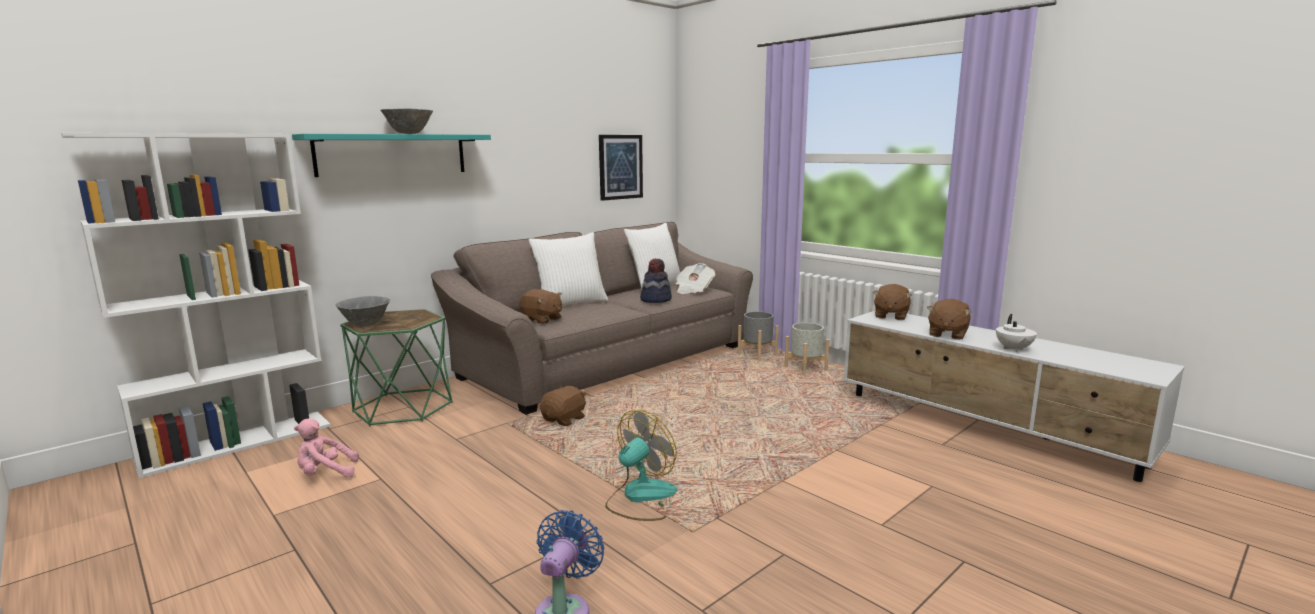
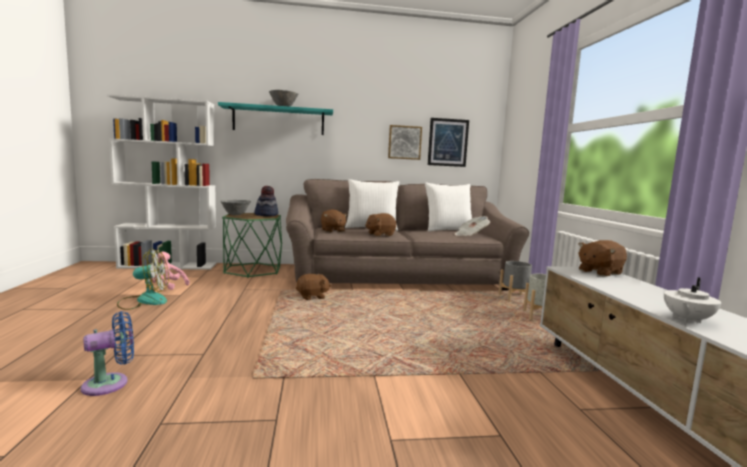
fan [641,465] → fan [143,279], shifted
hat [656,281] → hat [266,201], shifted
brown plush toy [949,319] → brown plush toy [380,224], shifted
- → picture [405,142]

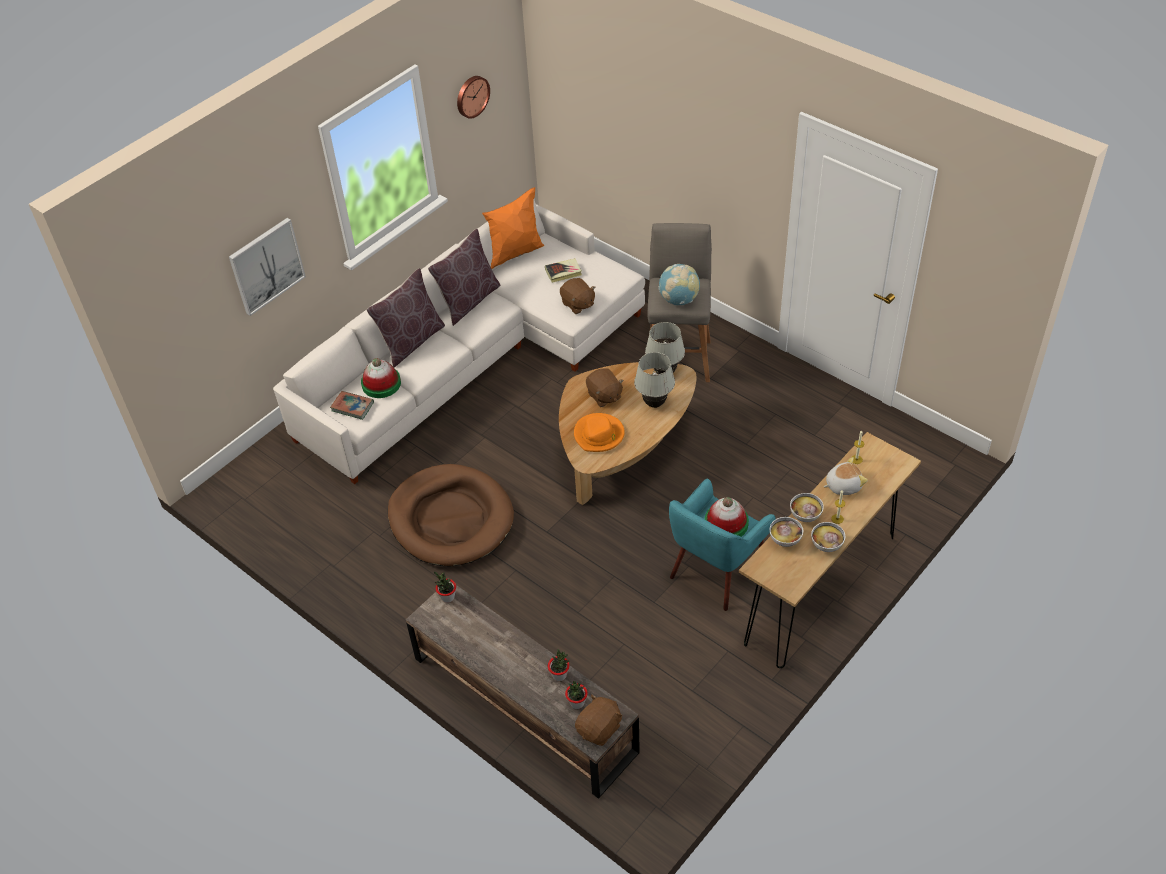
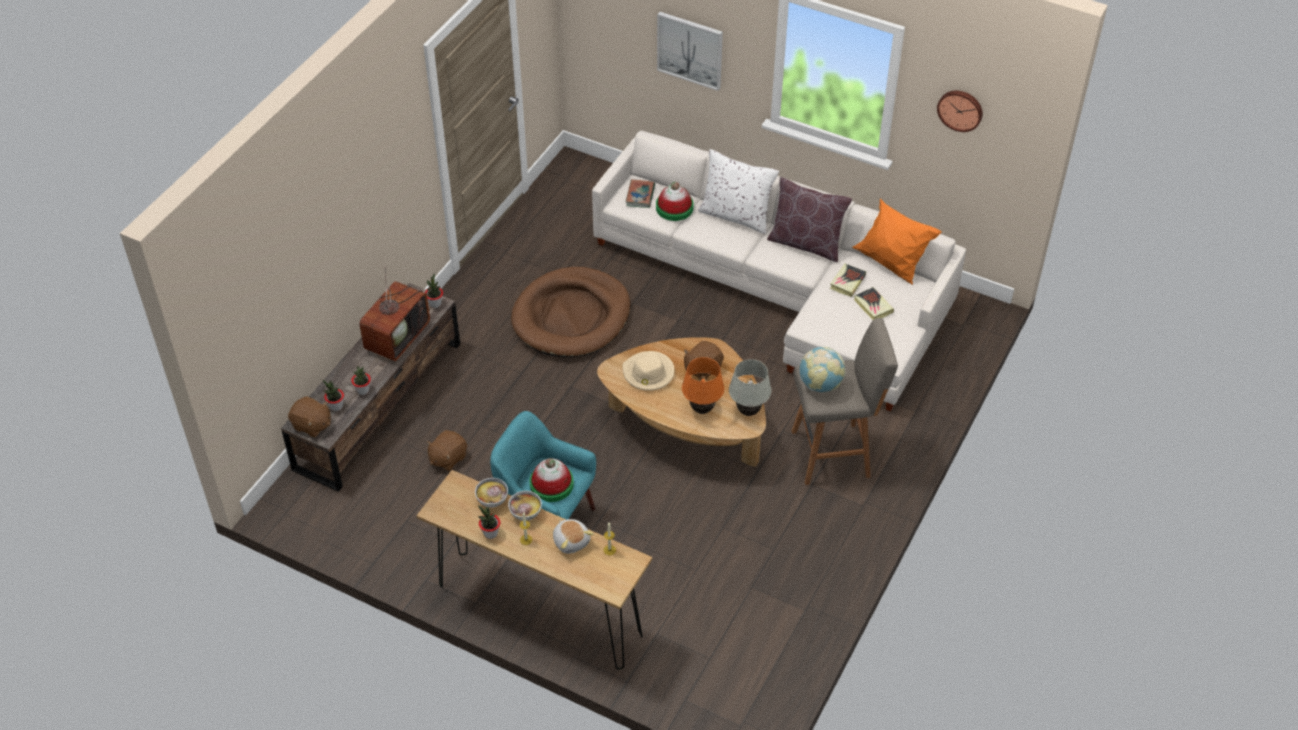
brown pillow [406,317] → white pillow [738,191]
brown plush toy [577,296] → brown plush toy [446,450], shifted
orange hat [599,432] → beige hat [649,371]
white table lamp [654,380] → orange table lamp [703,385]
bowl [828,537] → potted plant [489,522]
- → television [394,316]
- → book [848,280]

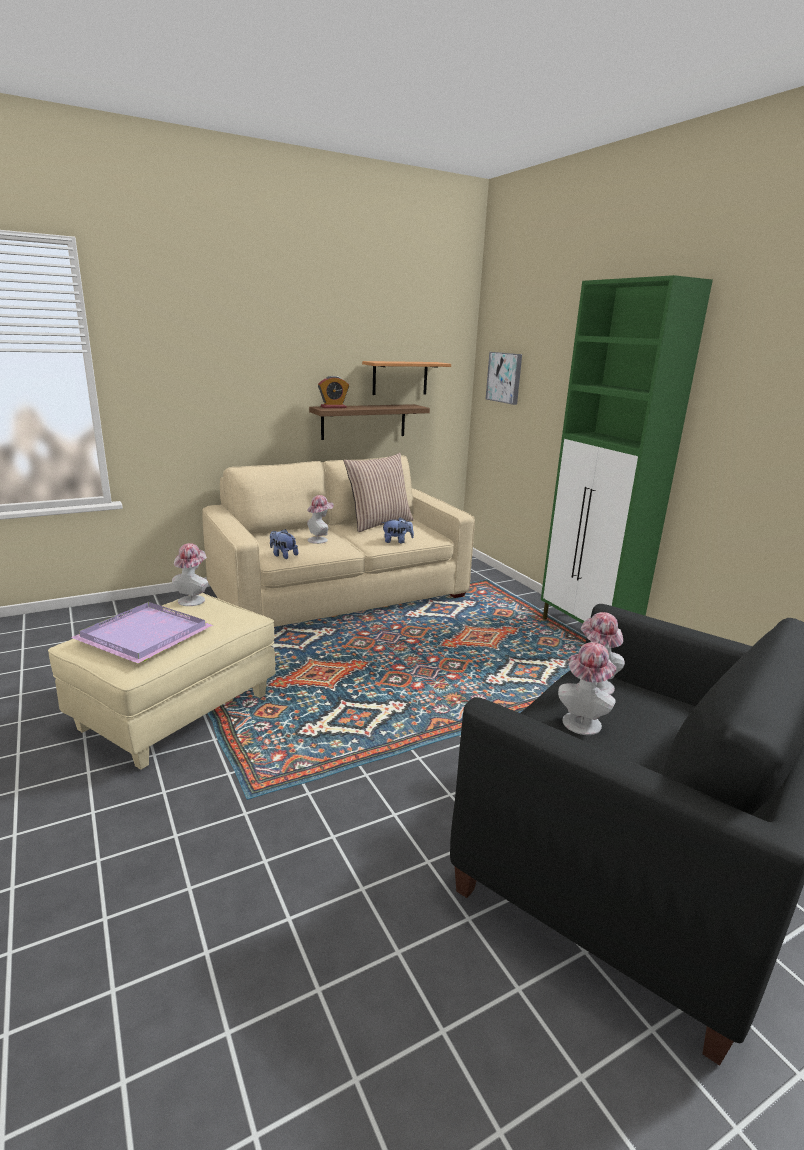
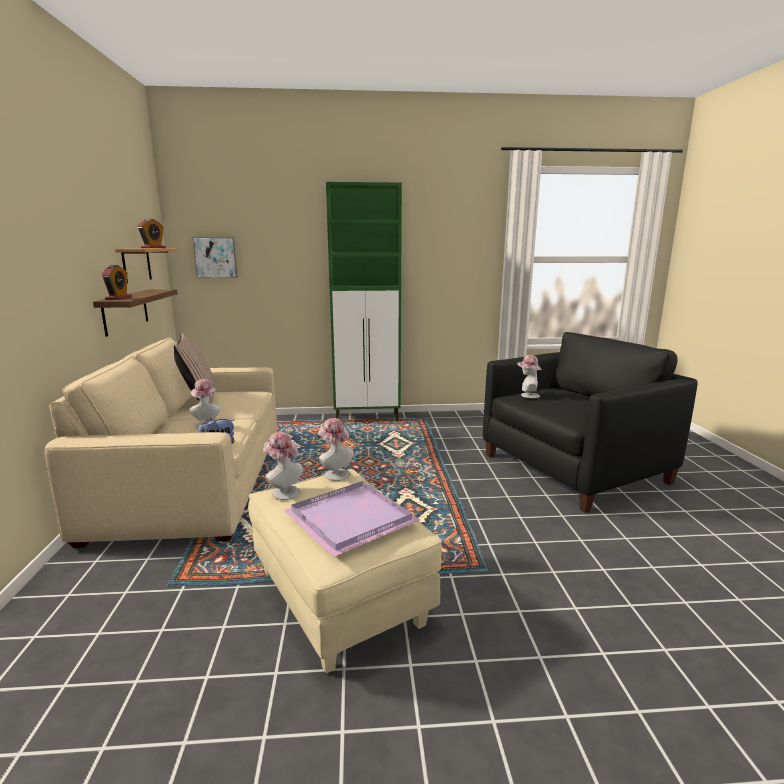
plush toy [397,530] → -
hat [587,688] → hat [336,449], shifted
- → alarm clock [151,233]

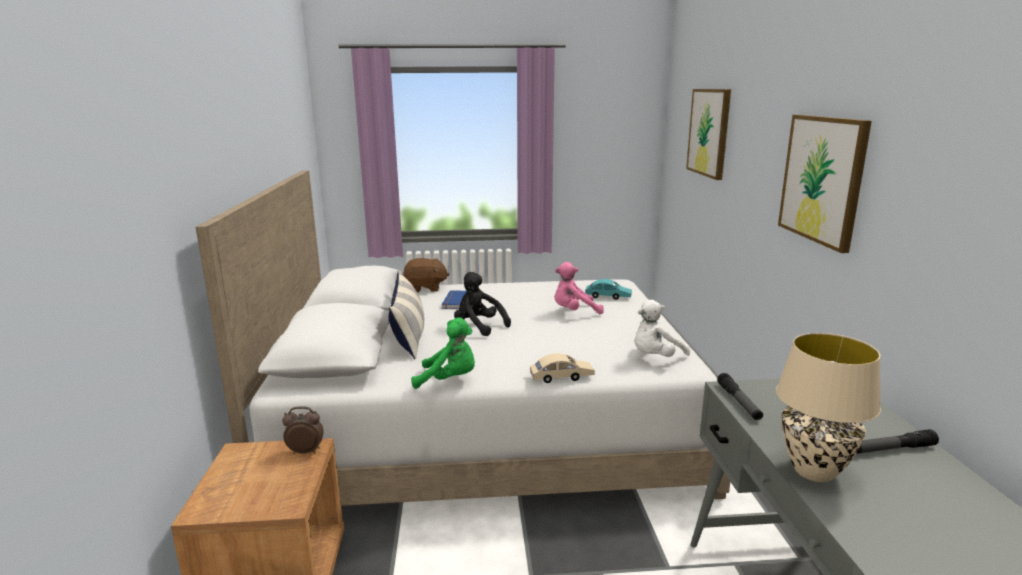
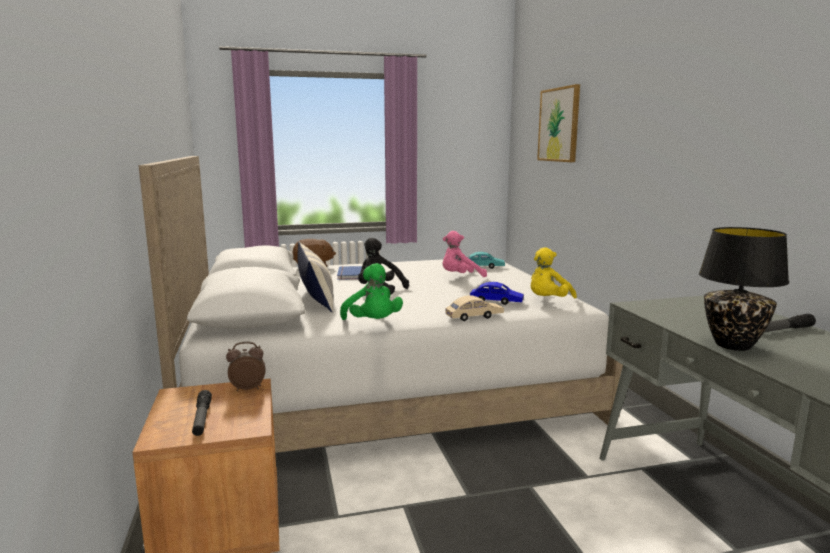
green plush toy [443,353] → green plush toy [371,291], 60 degrees clockwise
white plush toy [662,328] → yellow plush toy [554,272]
flashlight [740,396] → flashlight [202,413], shifted
beige table lamp [828,407] → black table lamp [744,289]
picture [825,184] → -
- → blue toy car [497,293]

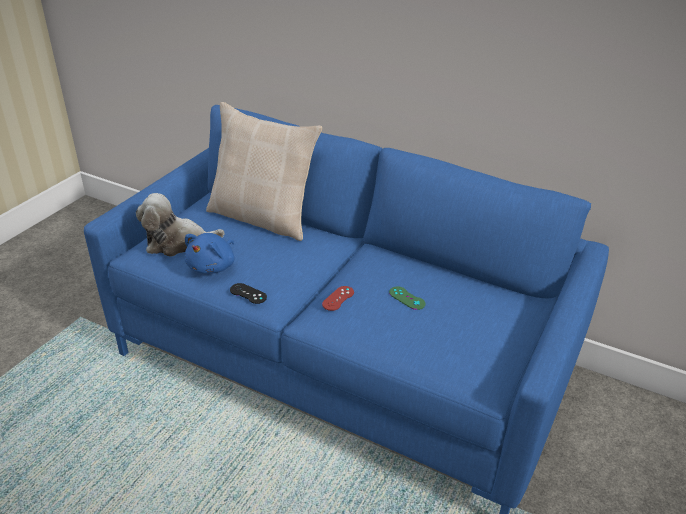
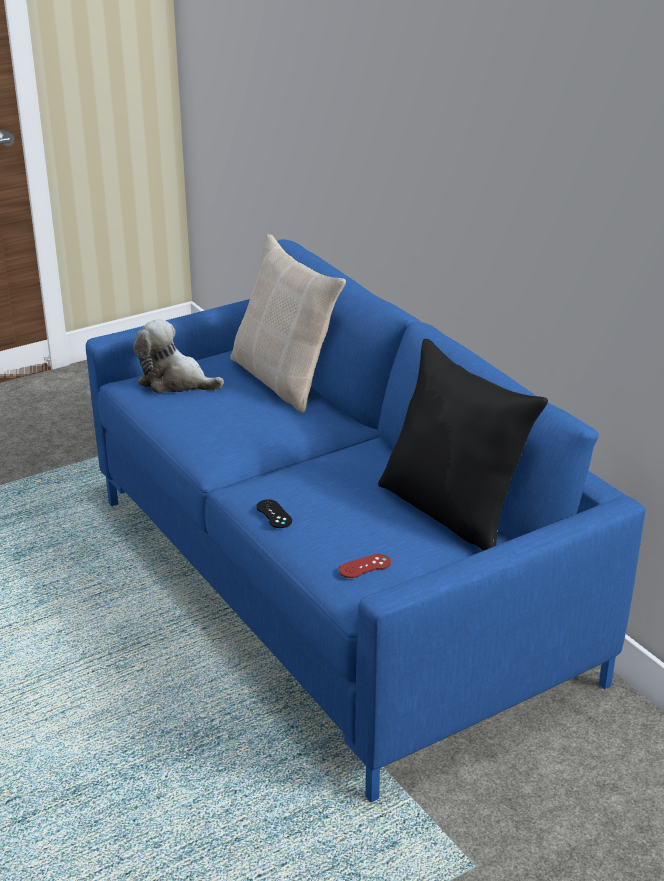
blue plush toy [209,253] → -
black game controller [248,293] → black game controller [274,514], shifted
red game controller [338,298] → red game controller [365,566], shifted
green game controller [407,298] → -
- → black pillow [463,445]

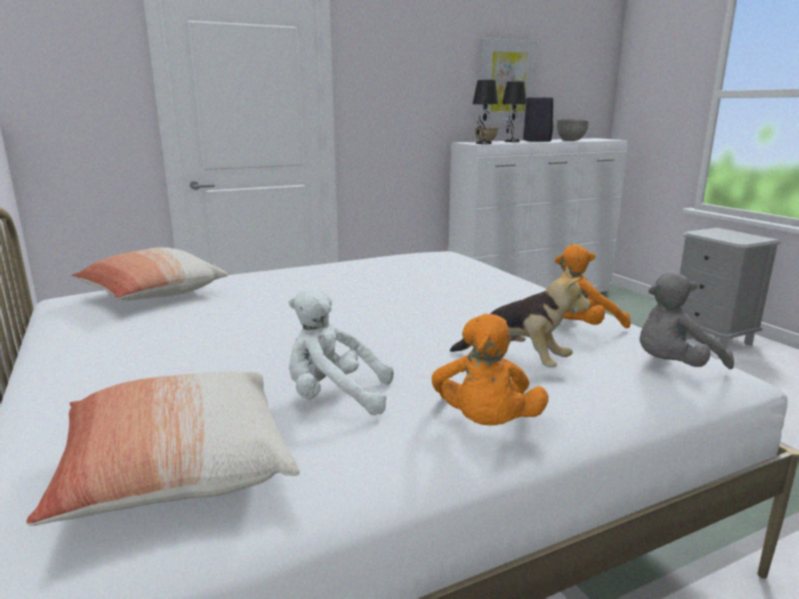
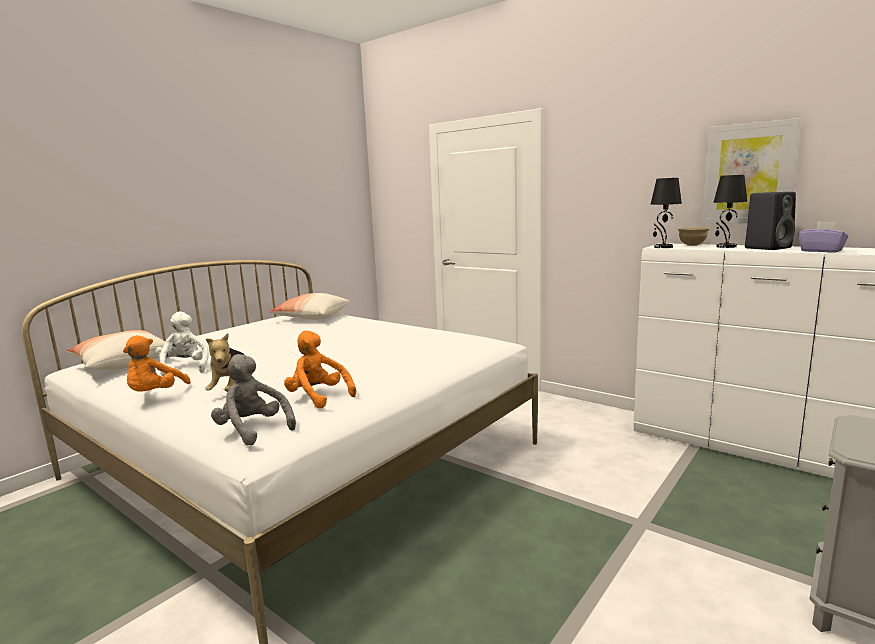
orange plush toy [490,369] → orange plush toy [157,363], 60 degrees counterclockwise
grey bowl [572,130] → purple tissue box [823,237]

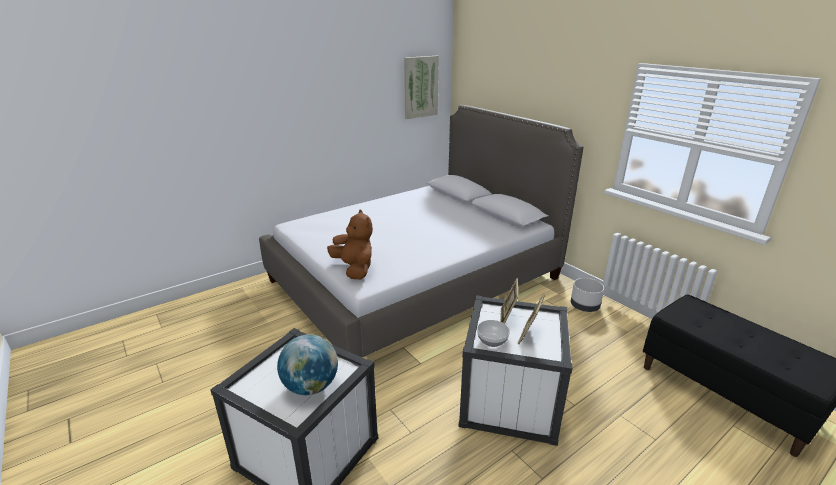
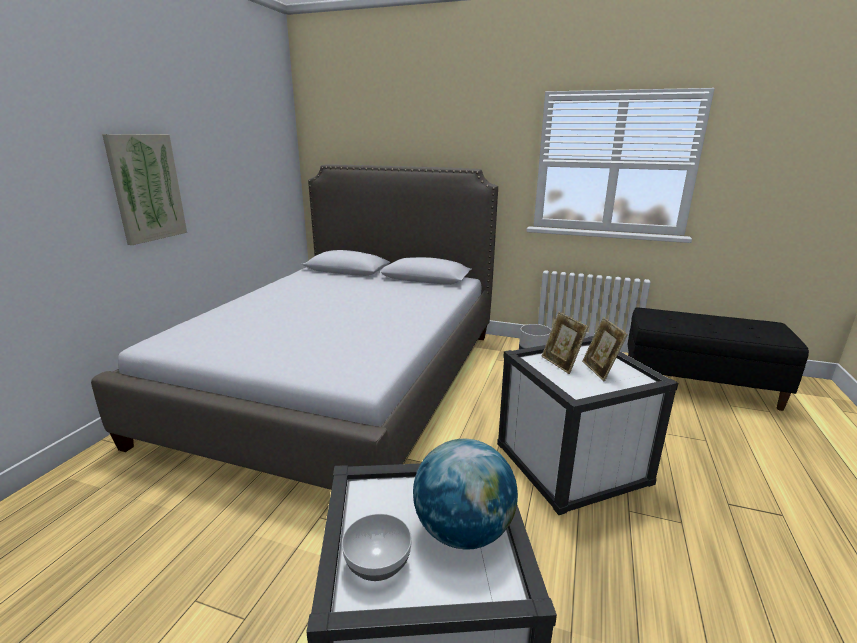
brown plush toy [350,245] → -
picture [421,87] → picture [144,189], shifted
bowl [493,333] → bowl [377,547], shifted

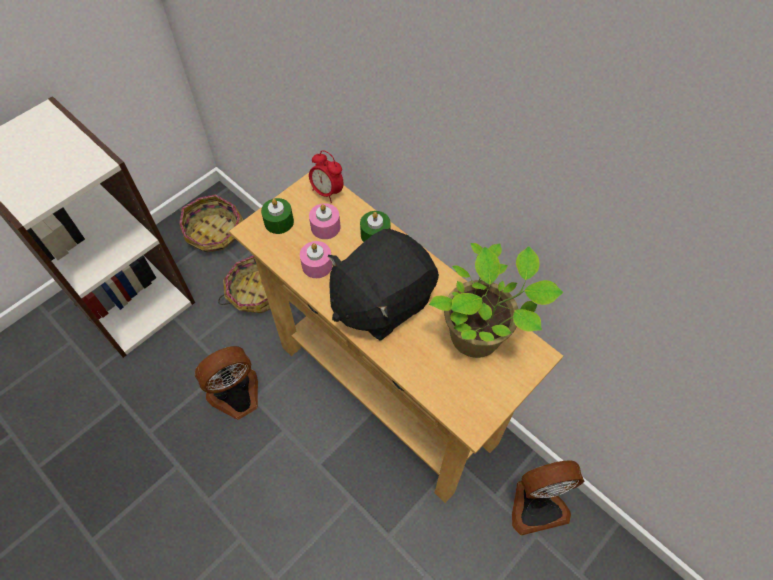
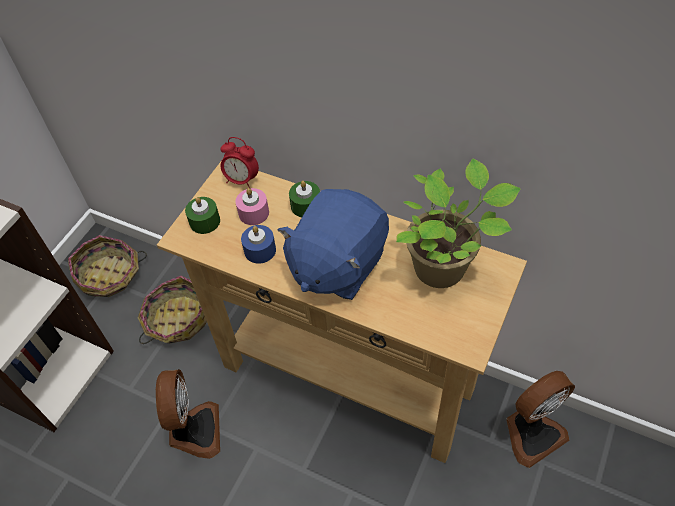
fan [226,383] → fan [188,414], 135 degrees clockwise
pink candle [316,259] → blue candle [258,244]
black plush toy [383,285] → blue plush toy [333,244]

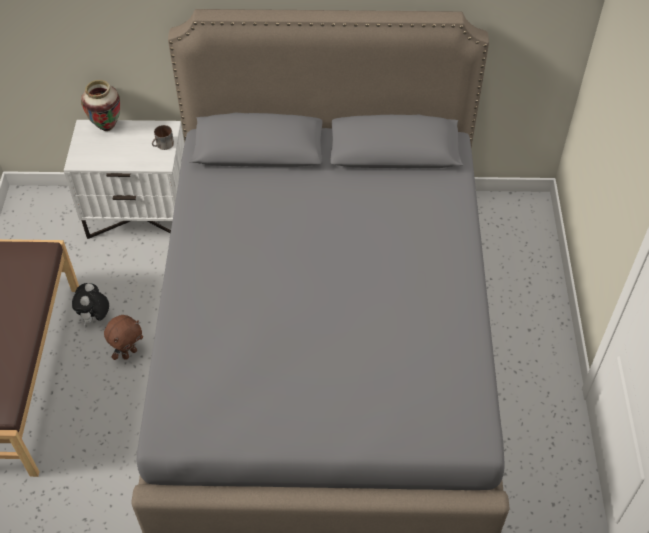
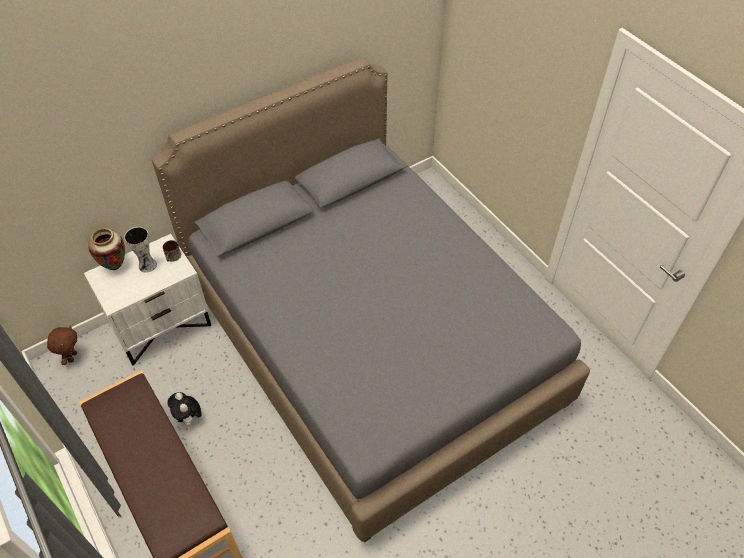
brown plush toy [123,337] → brown plush toy [62,345], shifted
- → vase [140,250]

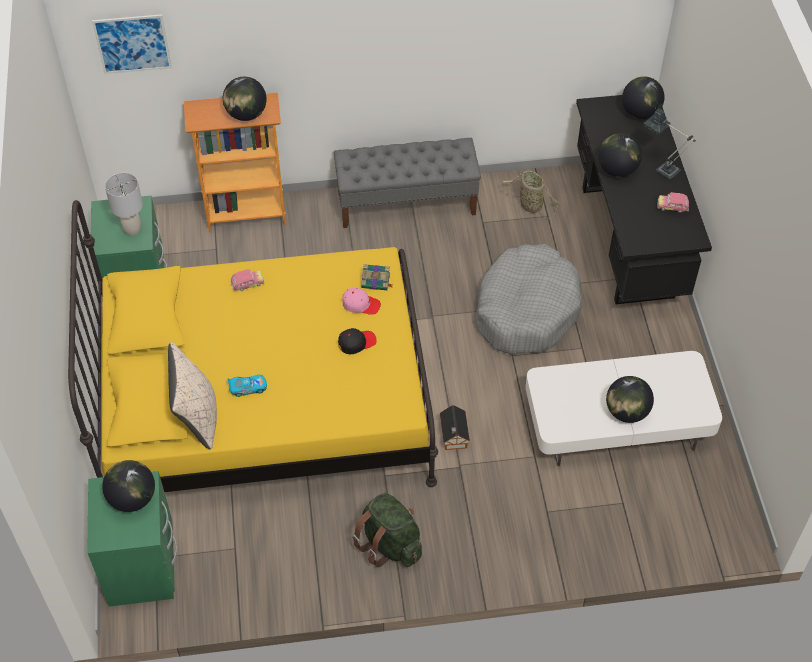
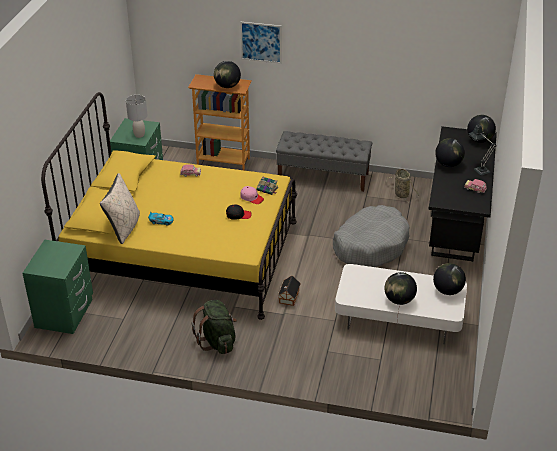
picture [132,44] → picture [261,43], shifted
globe [128,486] → globe [449,279], shifted

